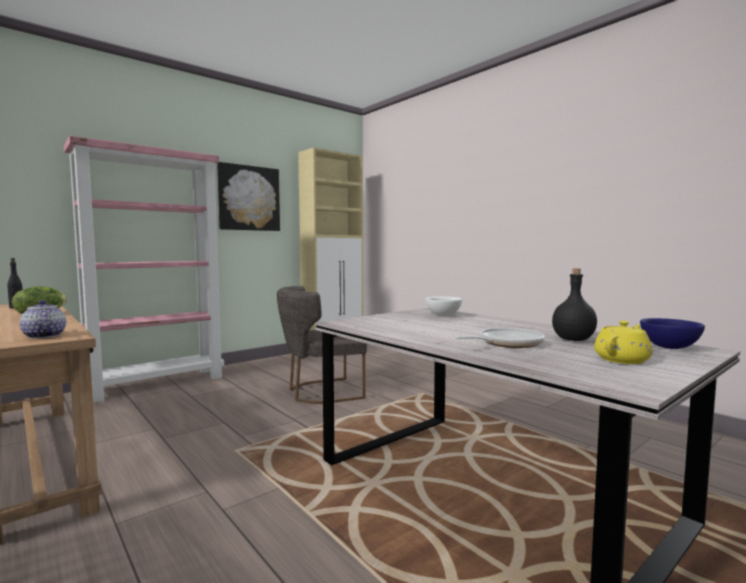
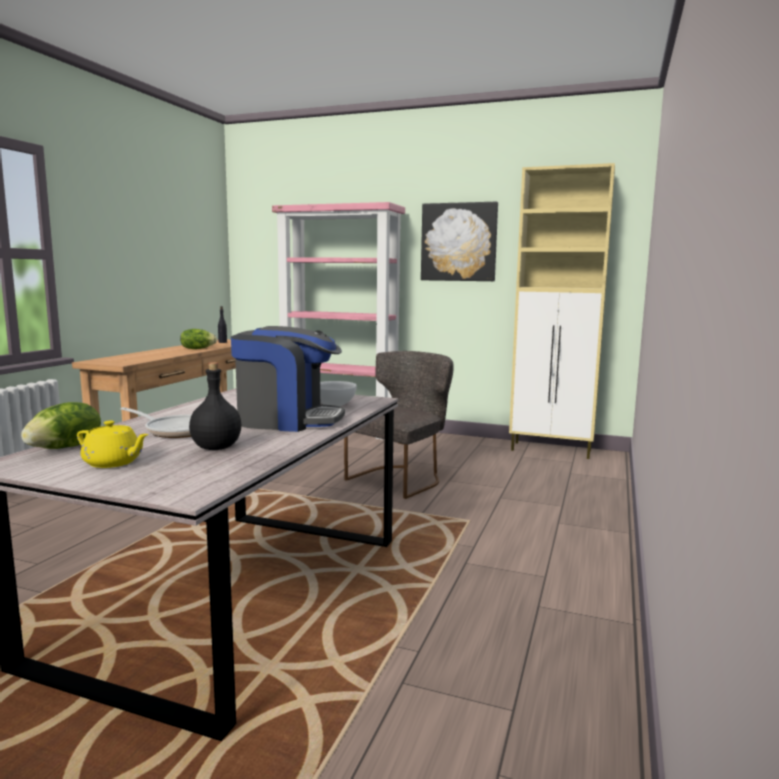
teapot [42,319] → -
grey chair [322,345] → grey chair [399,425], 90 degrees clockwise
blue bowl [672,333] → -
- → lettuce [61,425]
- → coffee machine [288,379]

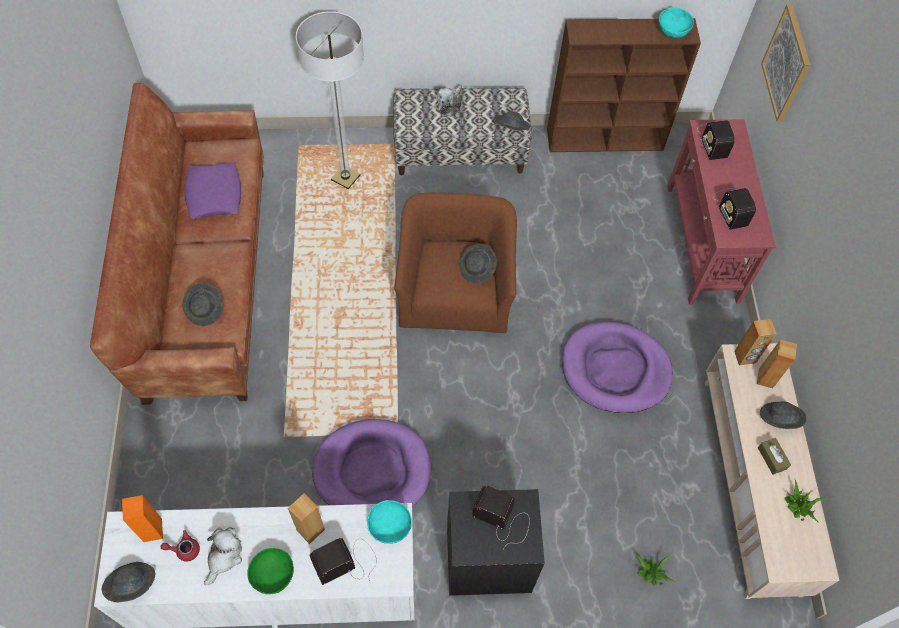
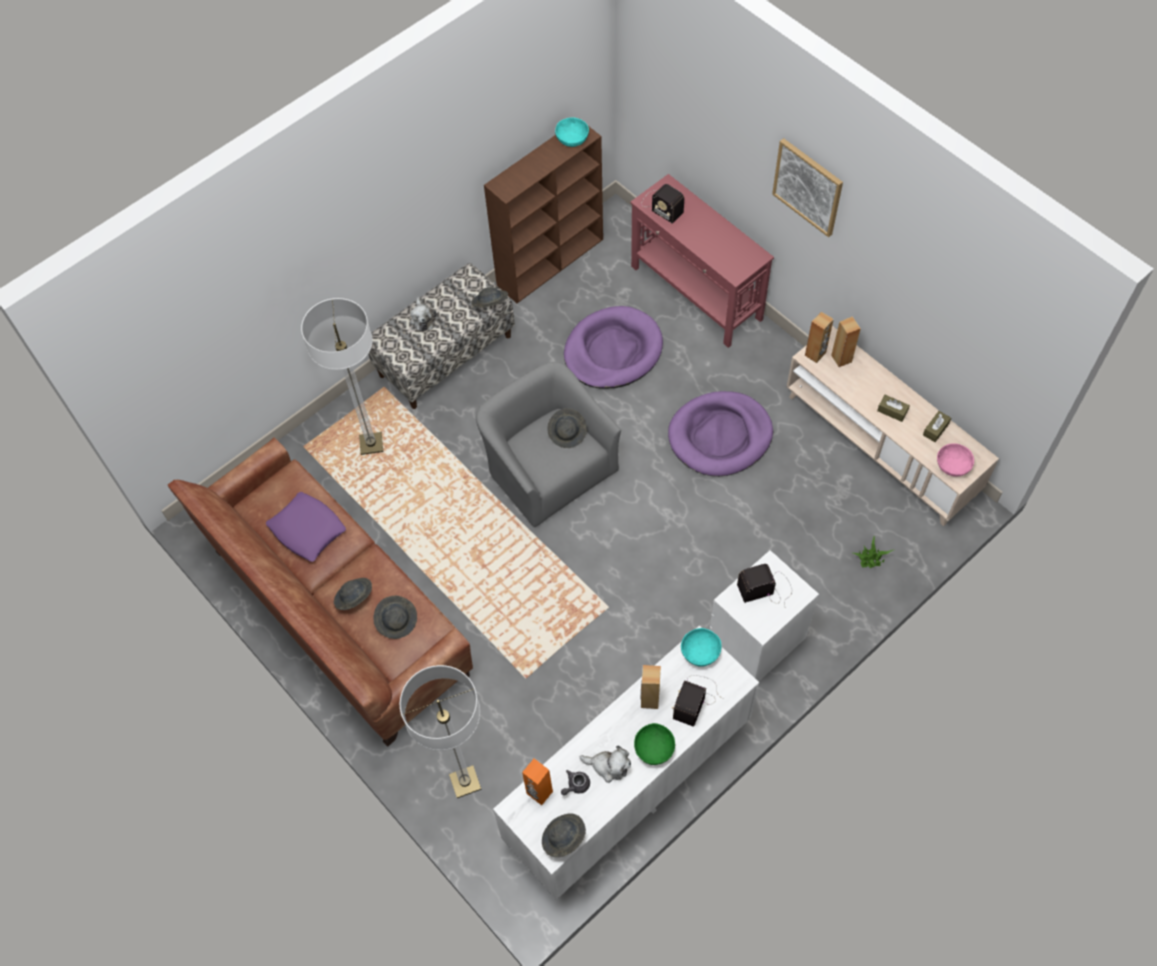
red teapot [180,546] → grey teapot [575,782]
plush toy [223,556] → plush toy [605,764], 120 degrees clockwise
purple dog bed [372,463] → purple dog bed [613,347], shifted
brown armchair [455,263] → grey armchair [548,444]
black nightstand [496,542] → white nightstand [764,616]
radio [734,209] → -
grey hat [783,415] → grey hat [353,594], shifted
picture [786,63] → picture [807,187], shifted
potted plant [806,500] → brown tissue box [937,426]
- → floor lamp [440,731]
- → pink bowl [955,460]

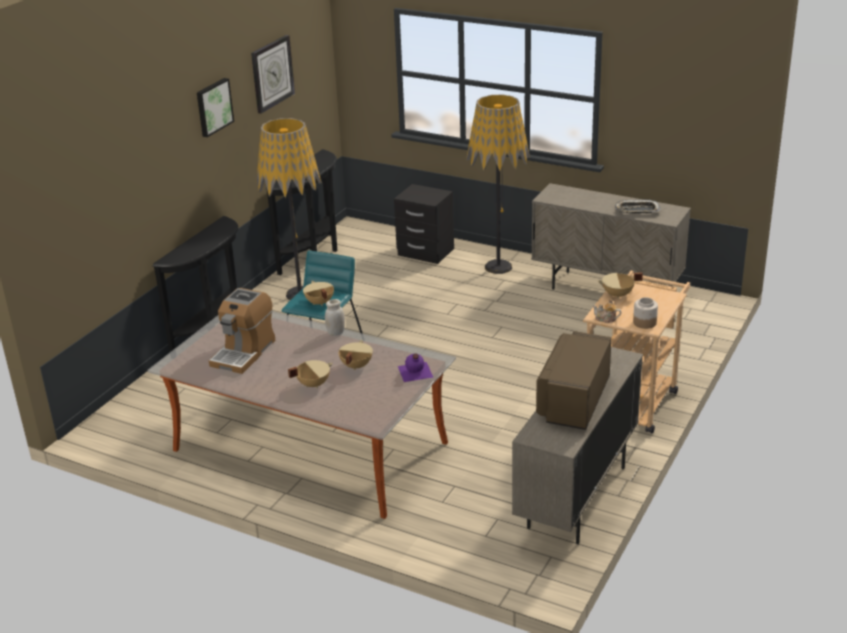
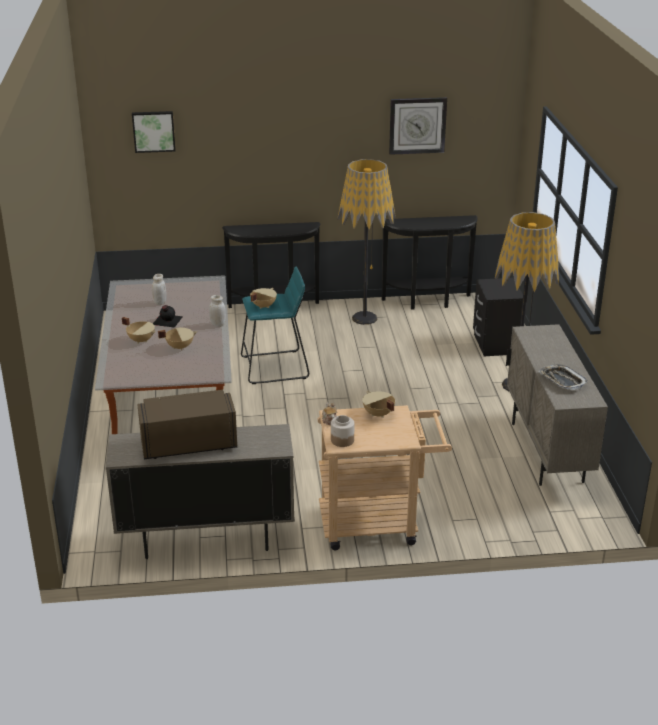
picture [215,107] → picture [154,132], shifted
coffee machine [242,331] → white jar [159,289]
purple bottle [415,367] → -
- → black bottle [168,316]

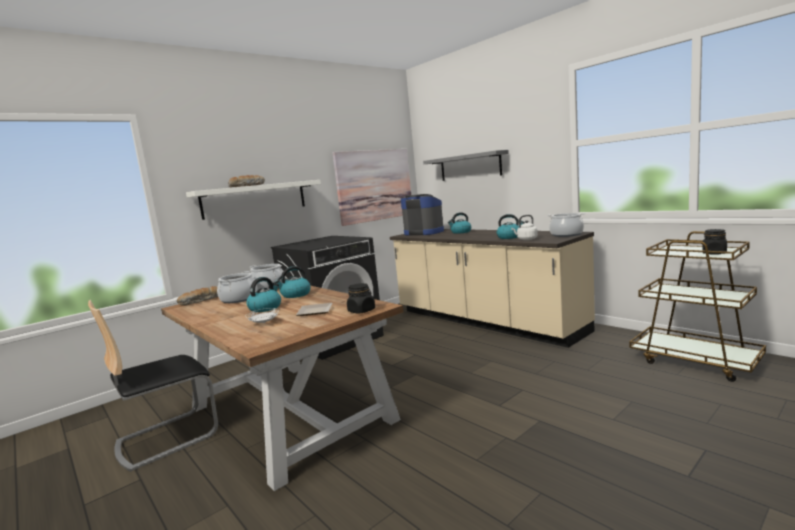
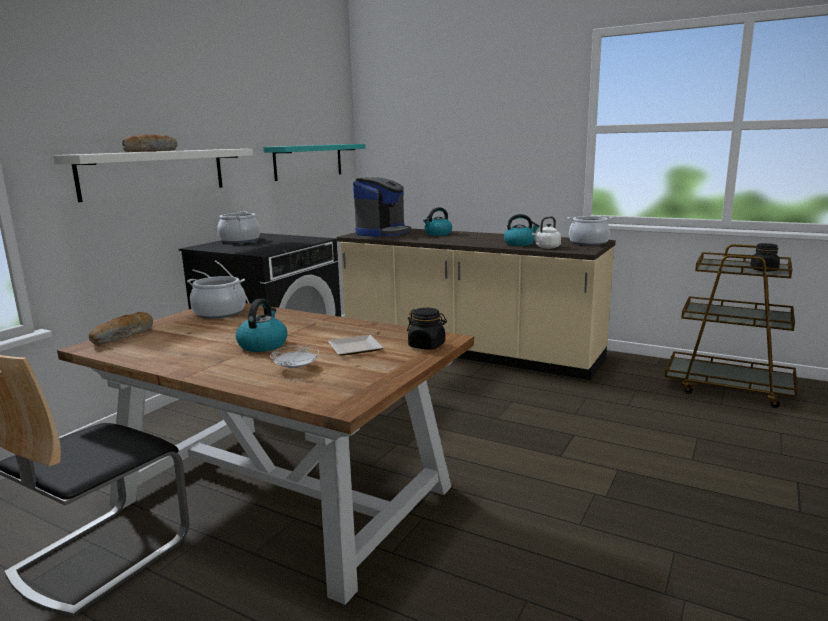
cooking pot [237,287] → cooking pot [238,227], shifted
kettle [292,282] → -
picture [372,187] → turquoise shelf [314,162]
coffee machine [422,214] → coffee machine [382,207], 105 degrees clockwise
grey shelf [466,165] → -

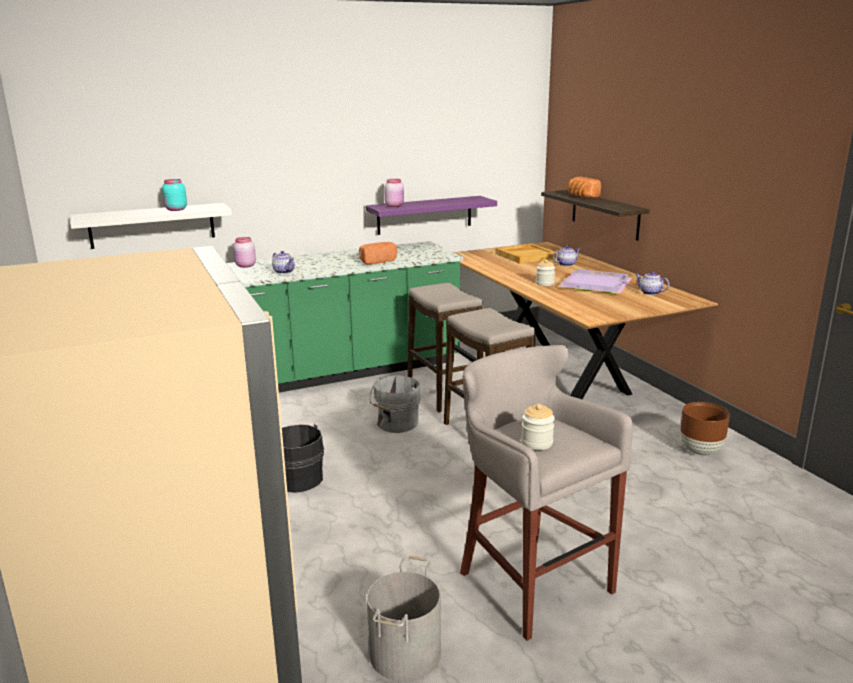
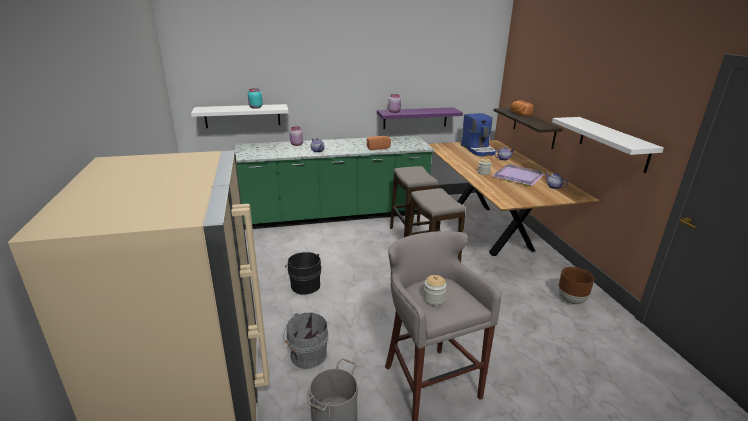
grey bucket [395,404] → grey bucket [306,340], shifted
beige tray [526,253] → coffee machine [478,134]
- → white shelf [608,145]

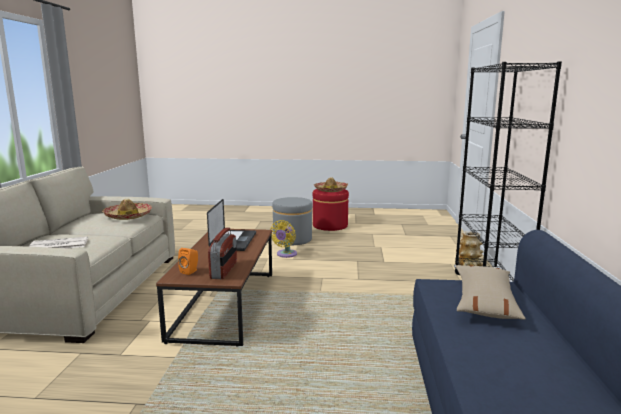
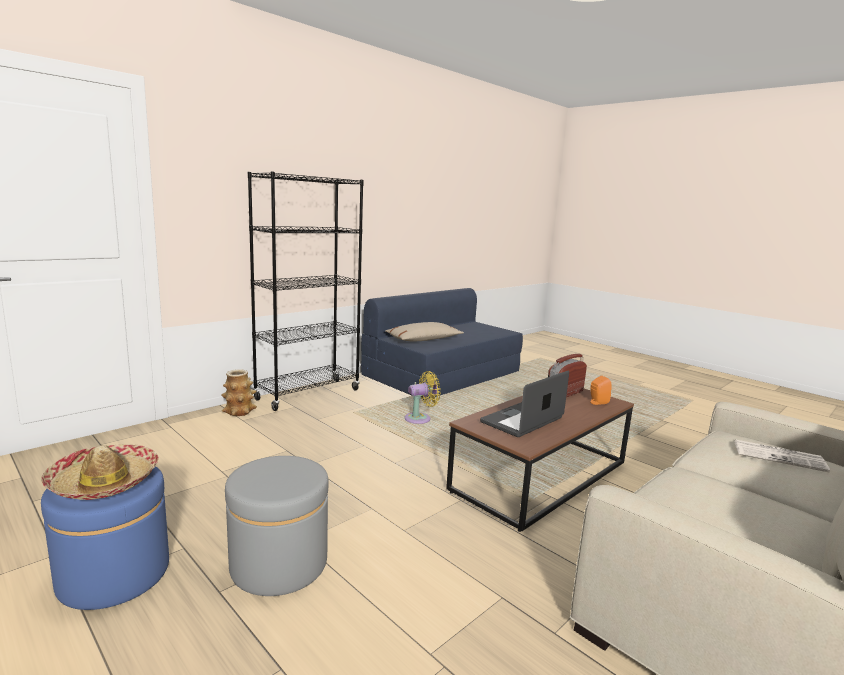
hat [127,209] → -
yellow fan [283,239] → yellow fan [422,397], shifted
red ottoman [331,210] → blue ottoman [105,538]

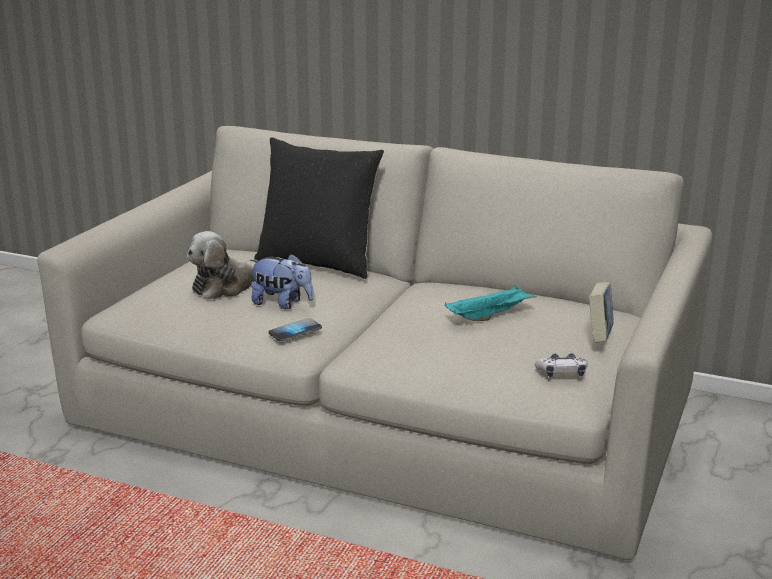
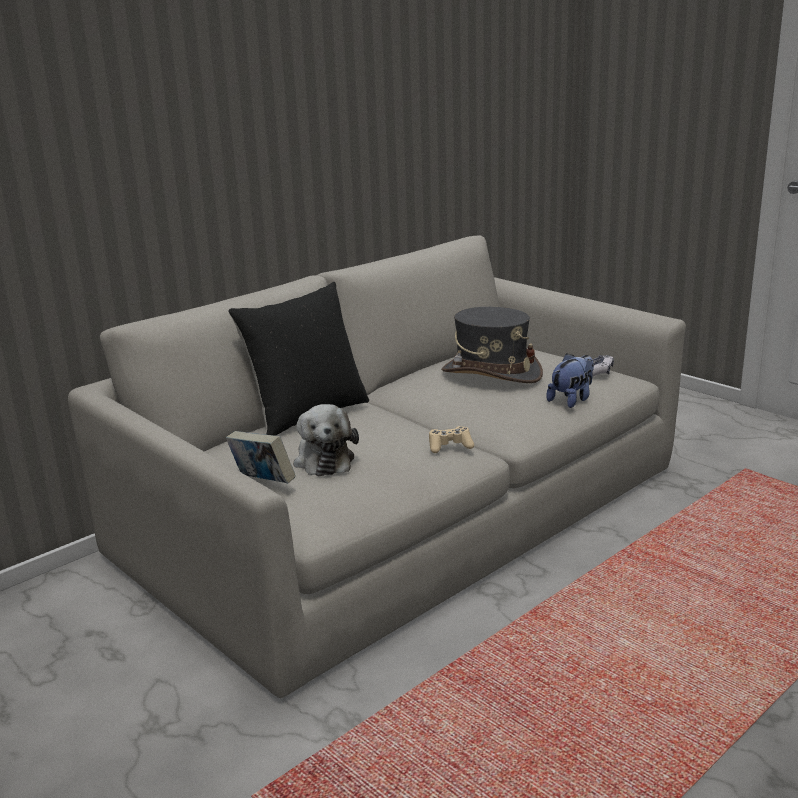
plush toy [282,281] → plush toy [570,381], shifted
phone [295,330] → beige game controller [451,439]
turquoise tray [491,303] → grey hat [492,345]
book [601,312] → book [261,457], shifted

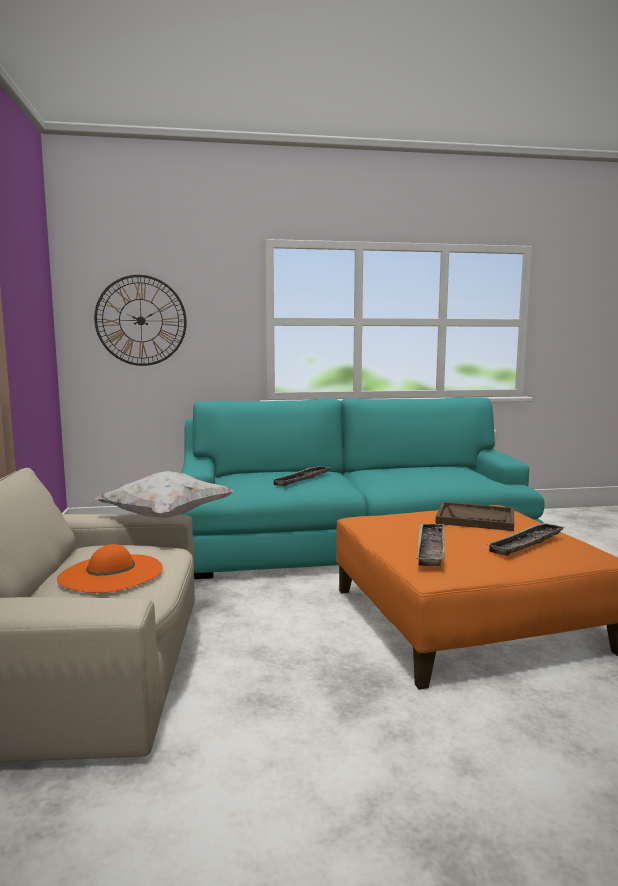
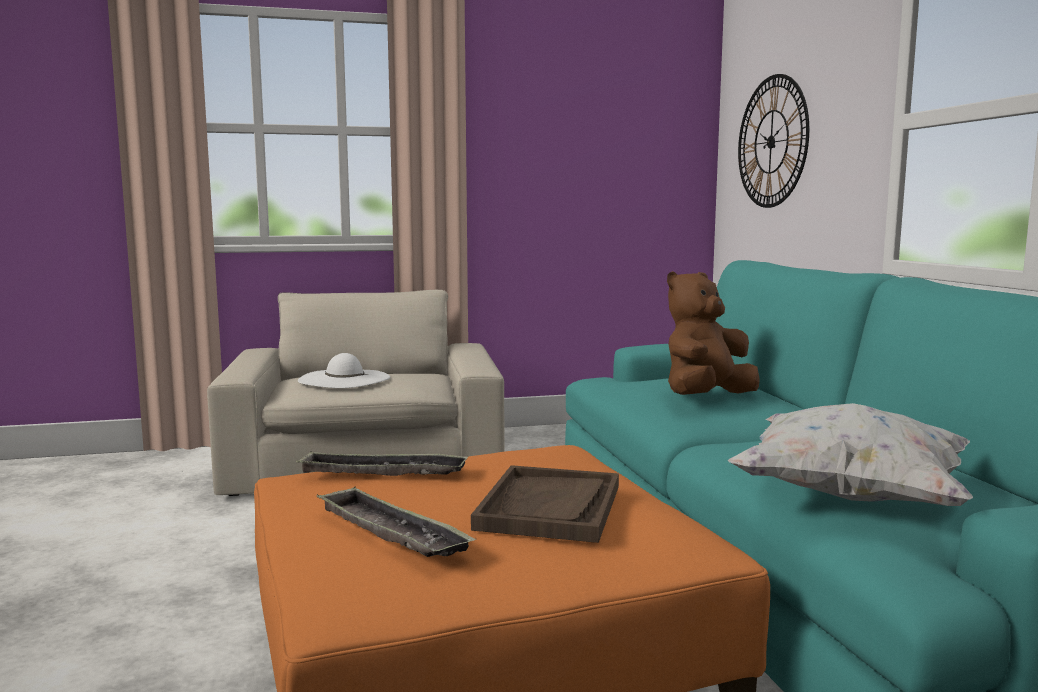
orange hat [110,568] → white hat [344,370]
white pillow [164,494] → white pillow [850,454], shifted
tray [300,476] → brown plush toy [713,333]

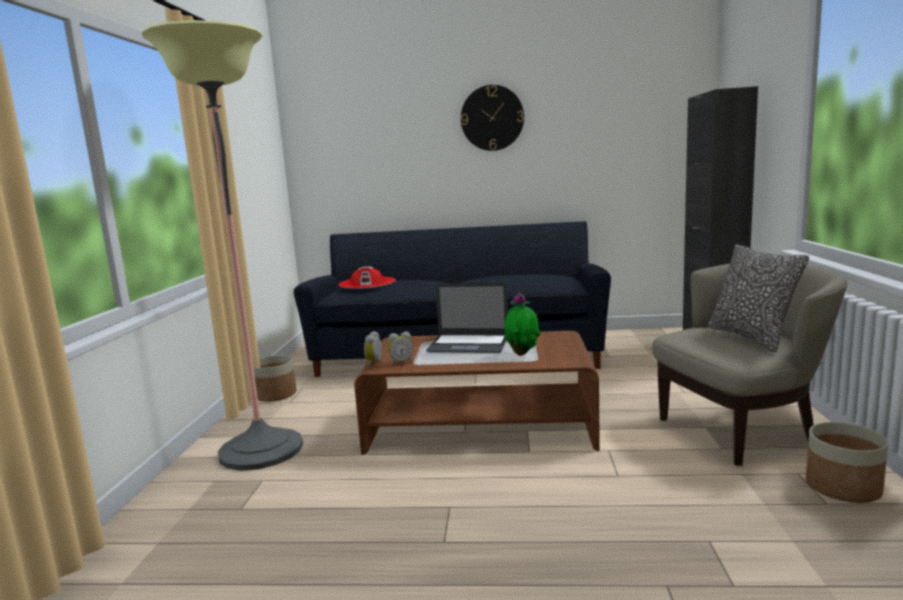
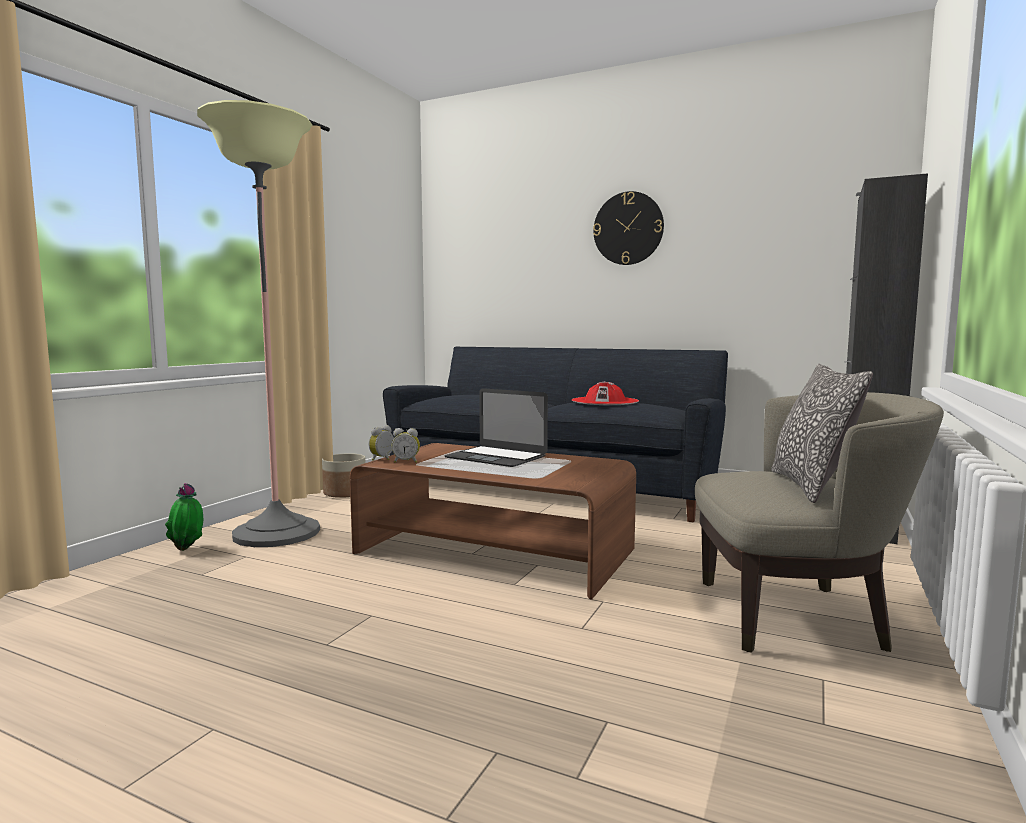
red hat [367,277] → red hat [605,393], shifted
potted plant [522,324] → potted plant [184,517], shifted
planter [847,462] → -

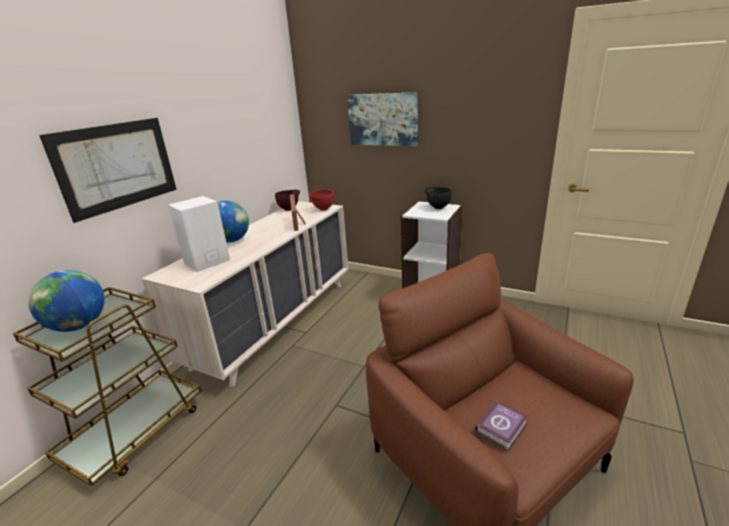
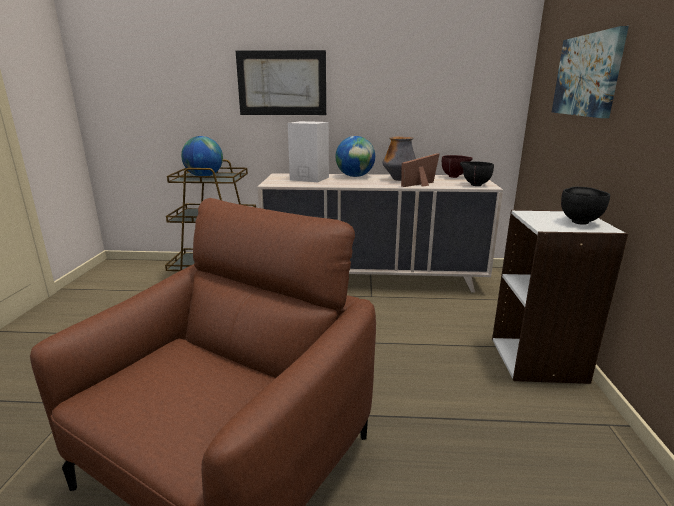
red bowl [321,200] → black bowl [477,173]
book [501,425] → -
- → vase [399,158]

